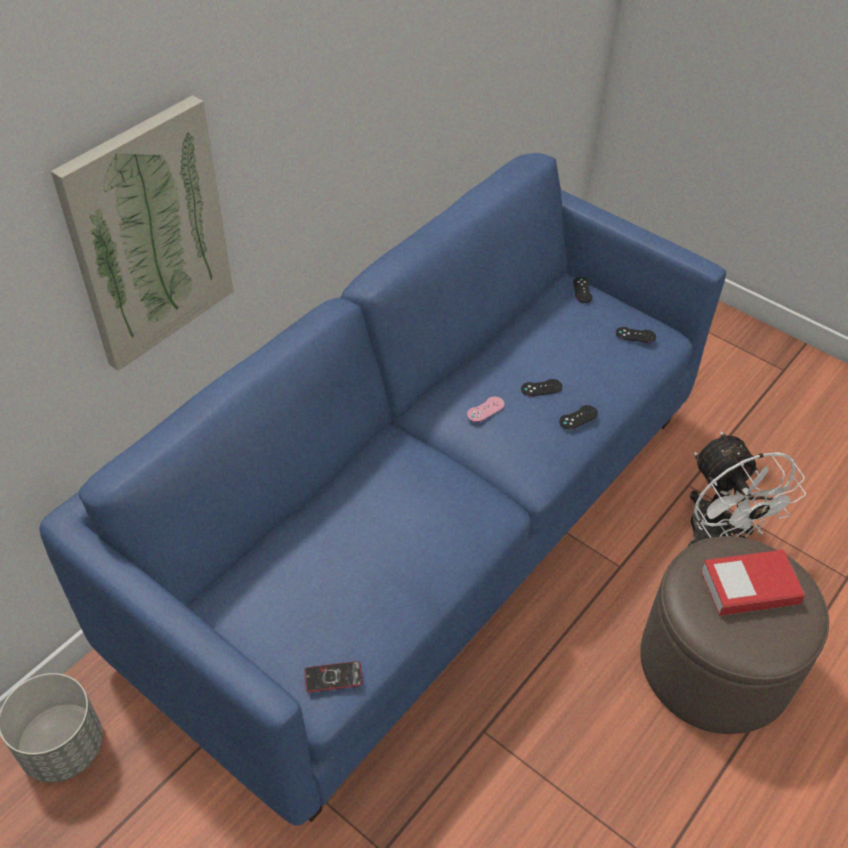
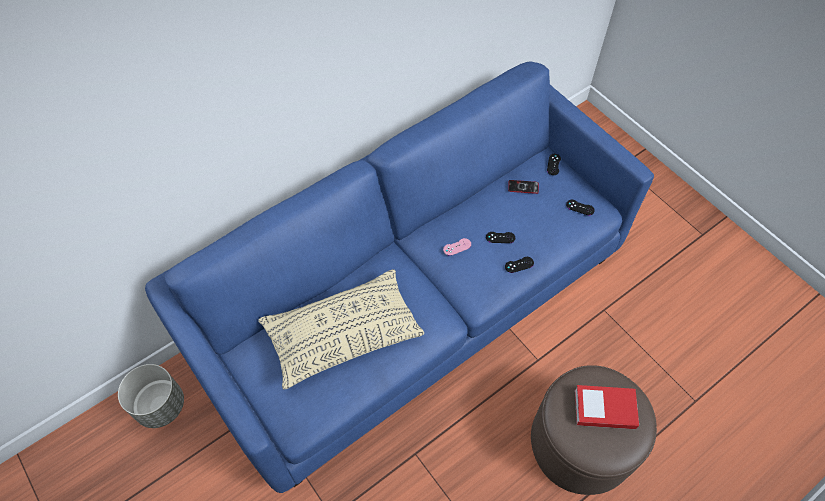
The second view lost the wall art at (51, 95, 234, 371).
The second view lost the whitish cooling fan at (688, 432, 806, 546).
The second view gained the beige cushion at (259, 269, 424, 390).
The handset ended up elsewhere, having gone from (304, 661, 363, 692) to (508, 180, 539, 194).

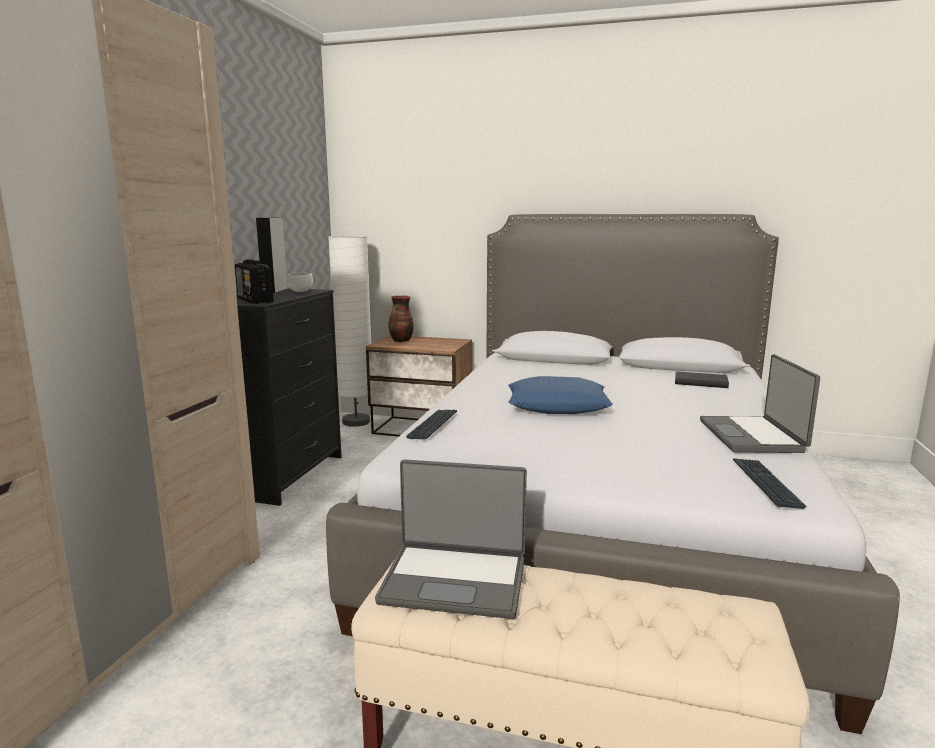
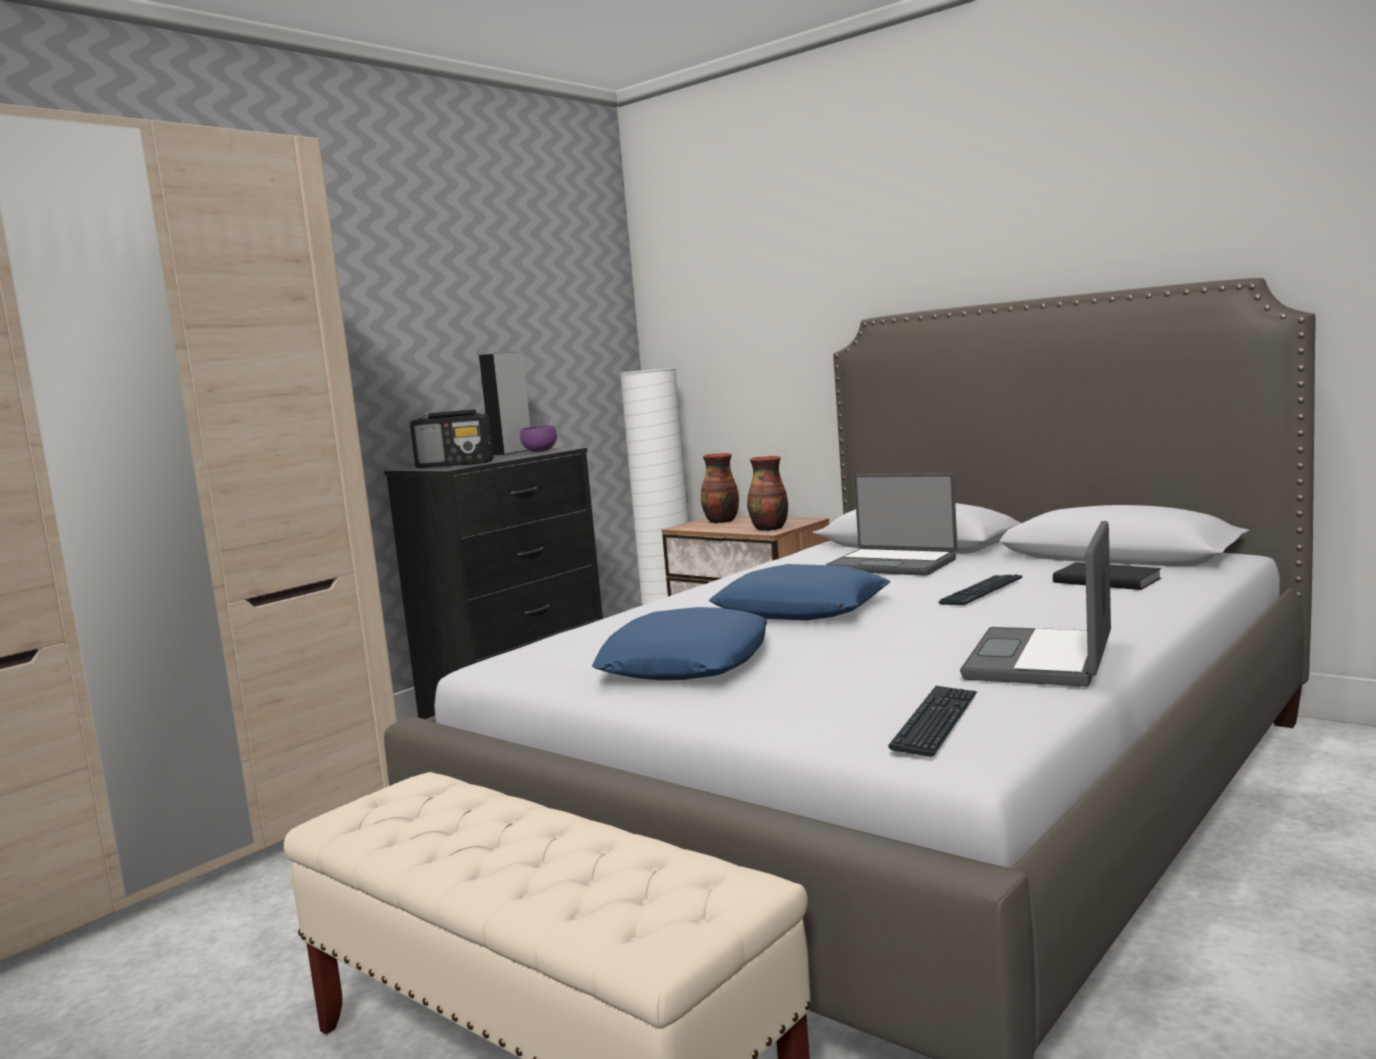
The second view gained the bluish cushion at (592, 607, 767, 680).
The second view gained the decorative vase at (747, 456, 788, 531).
The notebook computer ended up elsewhere, having gone from (375, 459, 527, 619) to (826, 473, 957, 576).
The computer keyboard ended up elsewhere, having gone from (406, 410, 457, 439) to (938, 574, 1022, 605).
What was the whitish serving bowl at (286, 273, 313, 292) turned into the purplish serving bowl at (520, 425, 557, 452).
The radio set at (235, 259, 274, 304) ended up facing another way, 75 degrees counterclockwise from before.

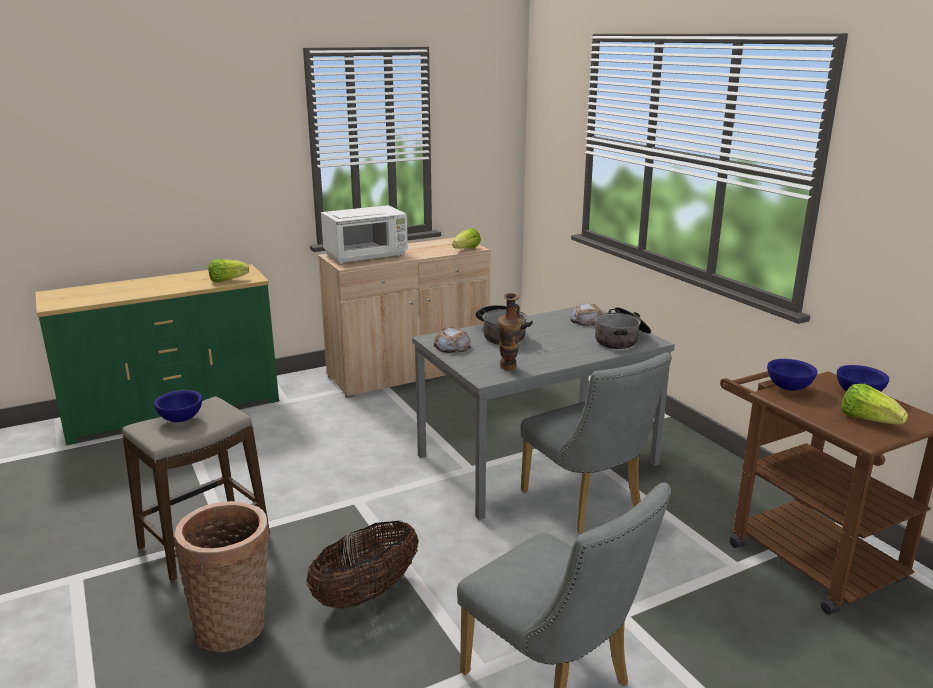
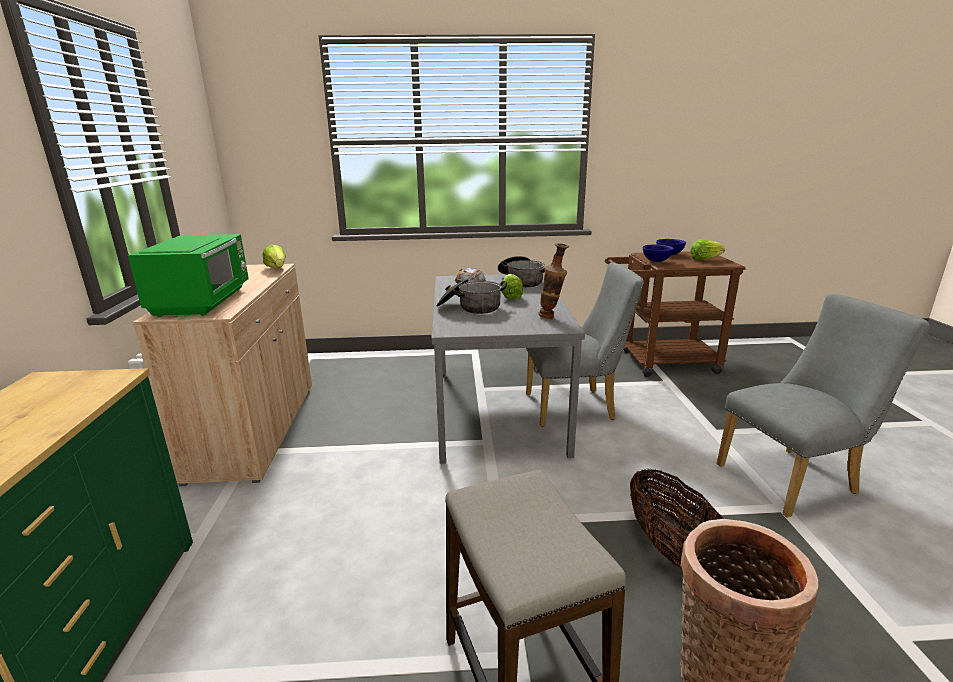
The second view lost the bluish serving bowl at (154, 390, 202, 422).
The second view lost the bread at (434, 327, 471, 353).
The head of lettuce ended up elsewhere, having gone from (208, 259, 249, 282) to (501, 274, 523, 300).
What was the whitish microwave at (321, 205, 408, 264) turned into the green-coloured microwave at (128, 234, 249, 317).

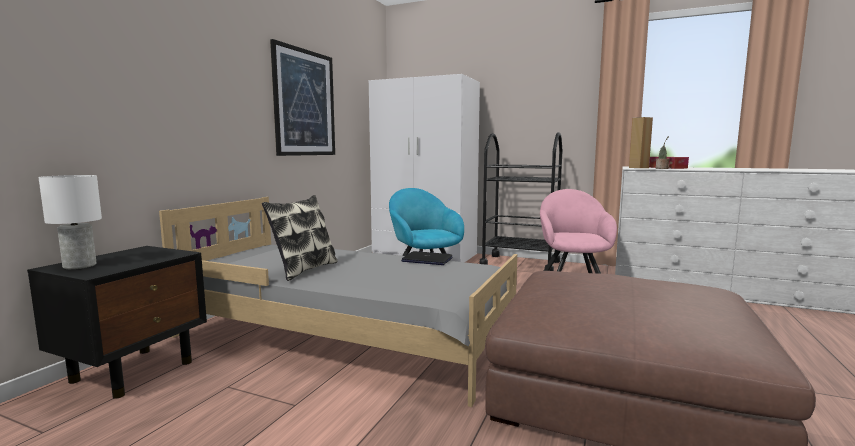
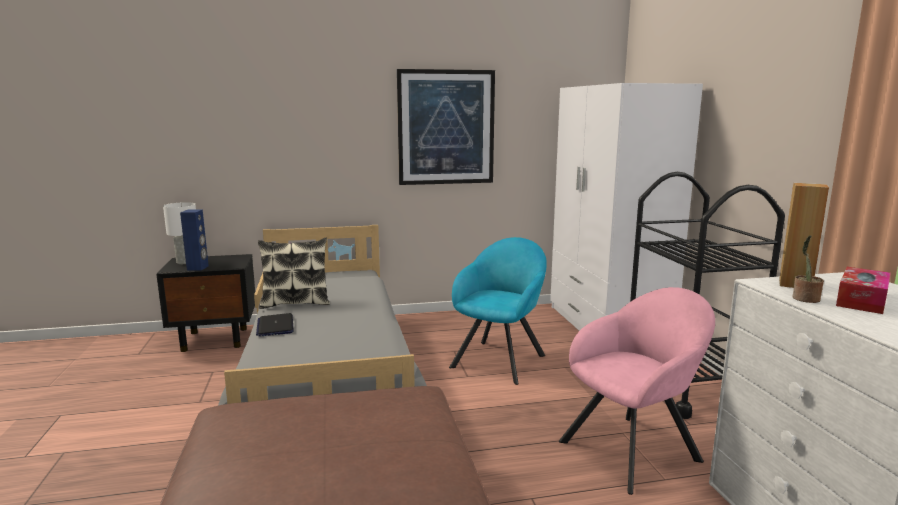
The second view gained the bluish audio speaker at (180, 210, 209, 270).
The notebook computer ended up elsewhere, having gone from (401, 251, 452, 265) to (256, 313, 294, 337).

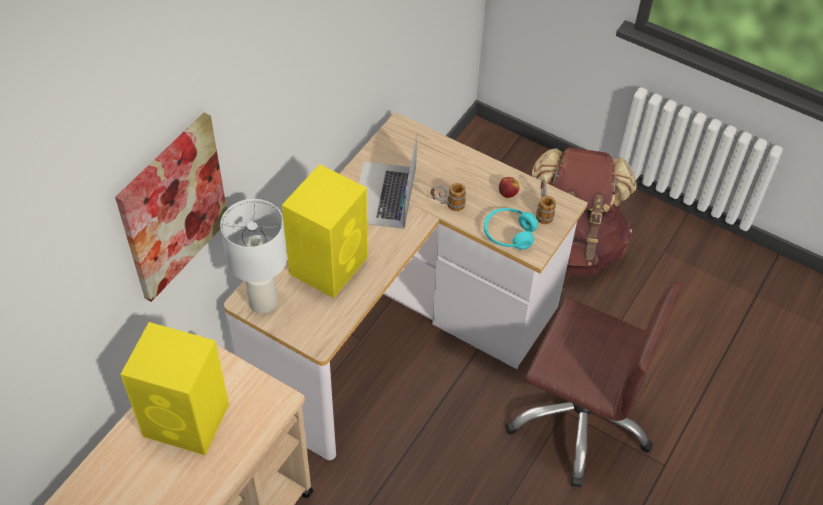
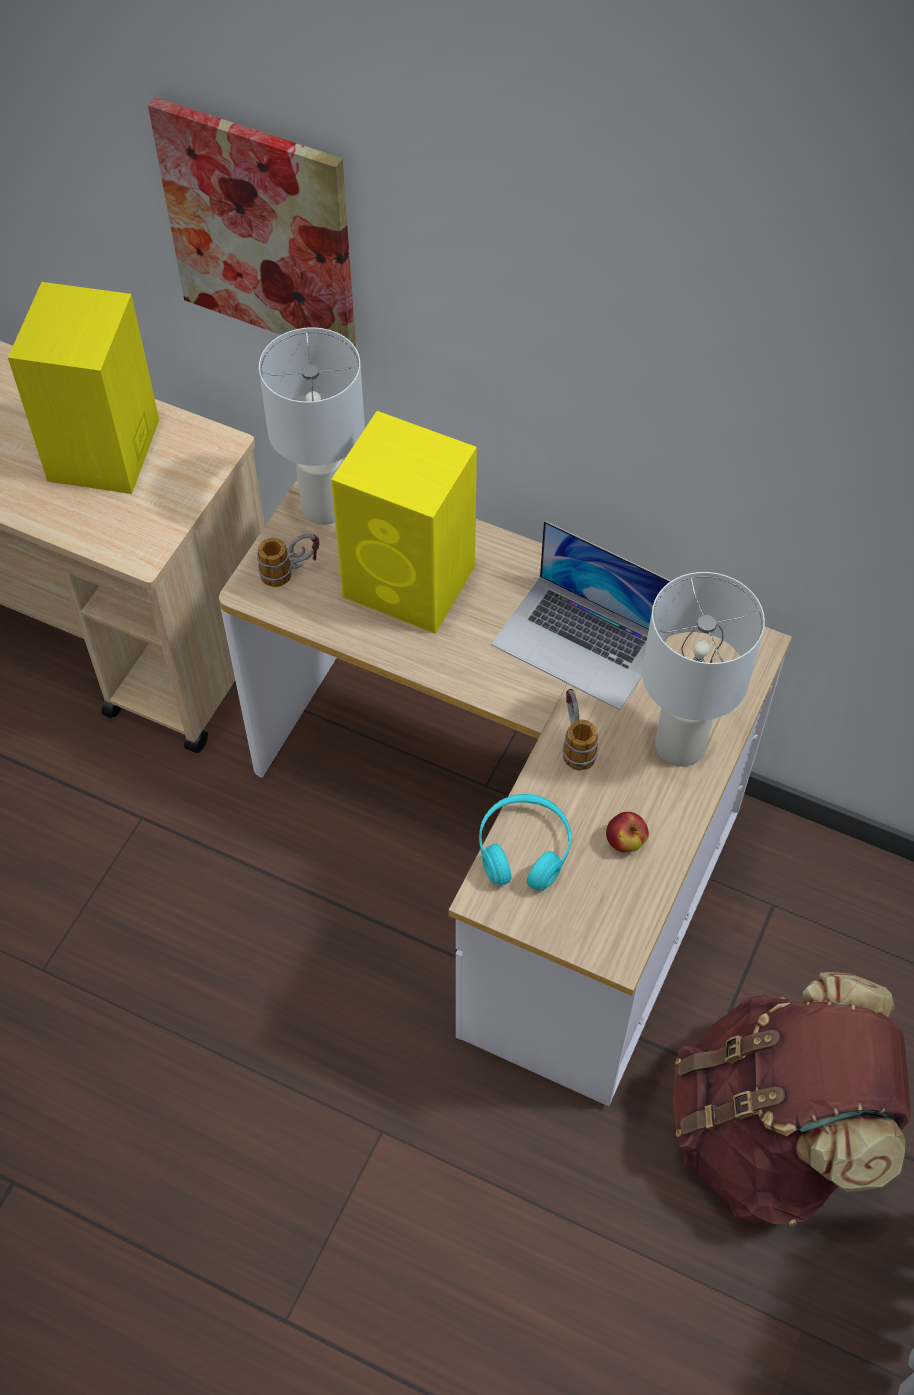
The second view lost the brown computer chair at (506, 282, 683, 487).
The second view gained the whitish table lamp at (642, 572, 765, 767).
The coffee mug ended up elsewhere, having gone from (536, 180, 556, 224) to (257, 534, 319, 587).
The notebook computer at (359, 134, 417, 229) ended up facing another way, 150 degrees counterclockwise from before.

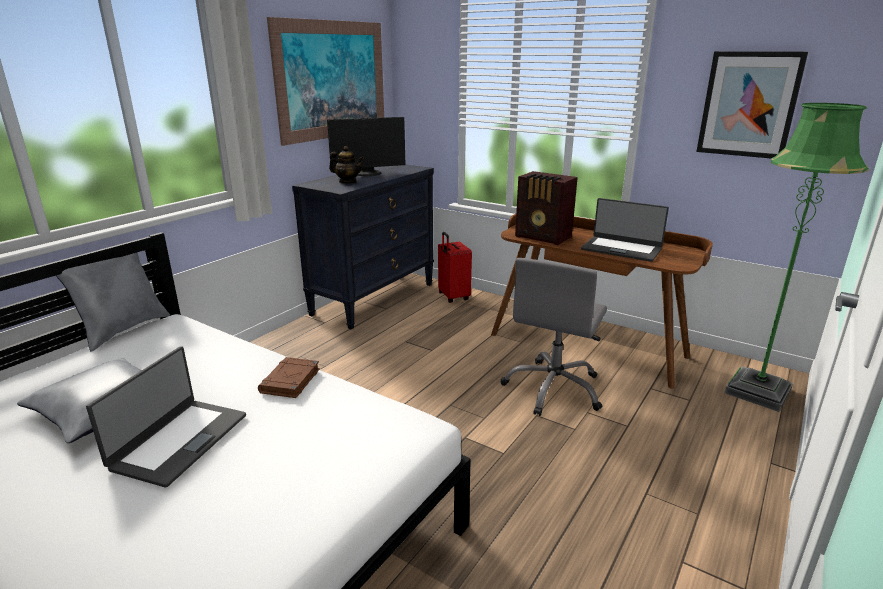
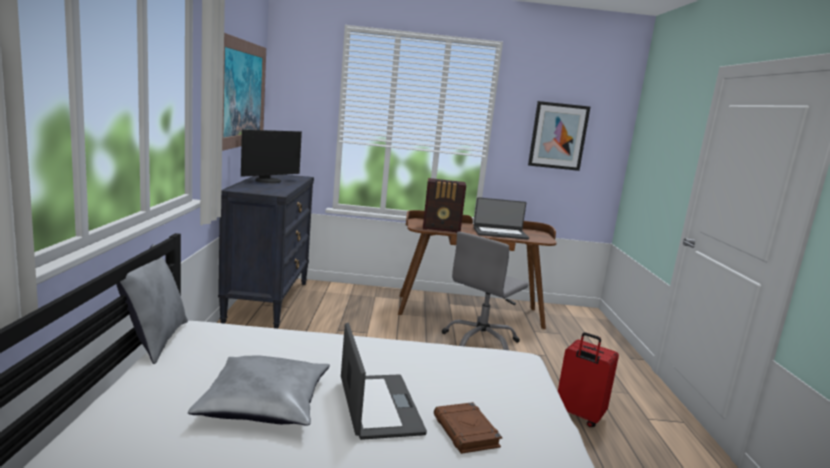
The second view lost the tea pot at (329, 146, 364, 183).
The second view lost the green-coloured floor lamp at (725, 103, 869, 412).
The brown book ended up elsewhere, having gone from (258, 357, 320, 398) to (434, 402, 502, 454).
The red-coloured travel case ended up elsewhere, having gone from (438, 232, 472, 303) to (558, 332, 619, 427).
The gray computer chair at (501, 258, 607, 416) ended up facing another way, 45 degrees clockwise from before.

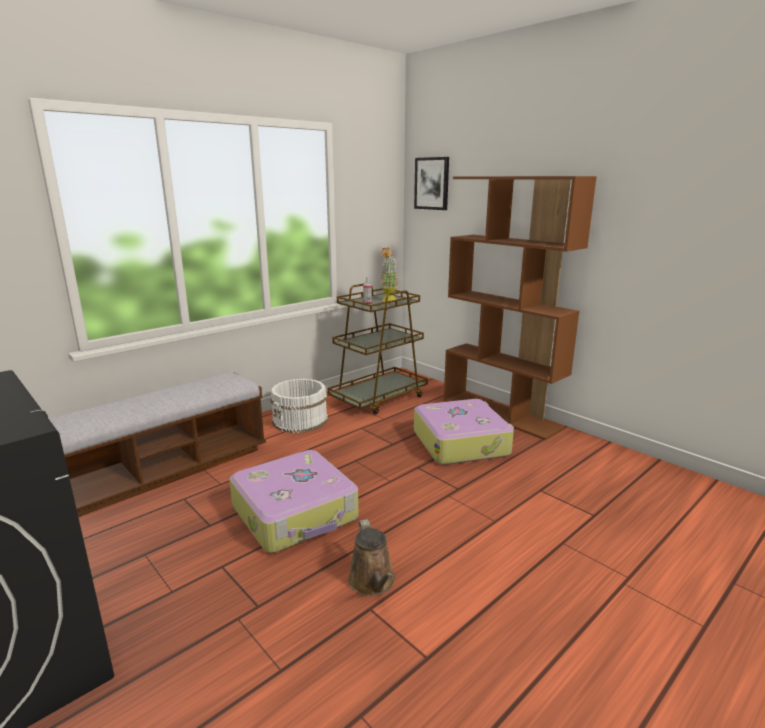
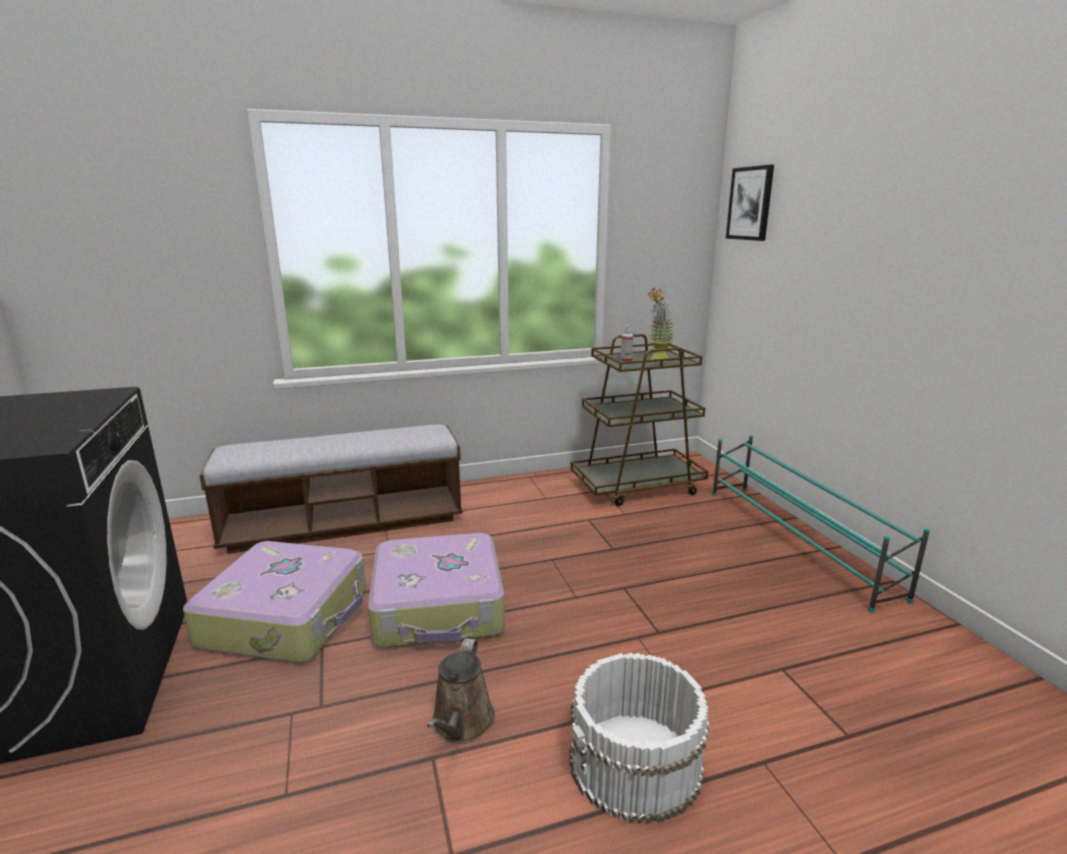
The whitish bucket ended up elsewhere, having gone from (270, 379, 328, 433) to (569, 653, 710, 824).
The travel case ended up elsewhere, having gone from (414, 399, 514, 465) to (183, 541, 366, 662).
Where the brown bookcase stood at (444, 176, 597, 440), the turquoise shoe shelf came to stand at (712, 435, 930, 613).

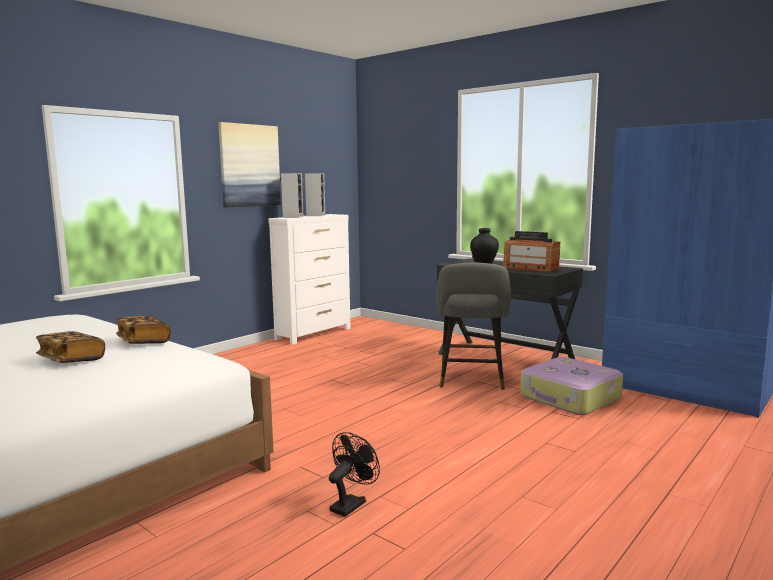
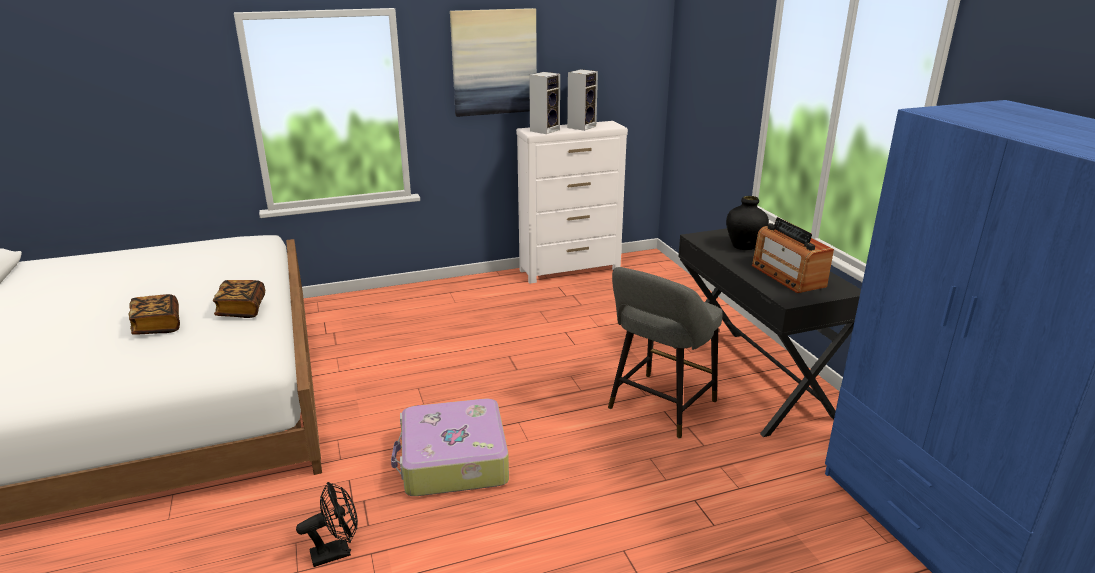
The travel case ended up elsewhere, having gone from (520, 357, 623, 415) to (391, 399, 509, 496).

